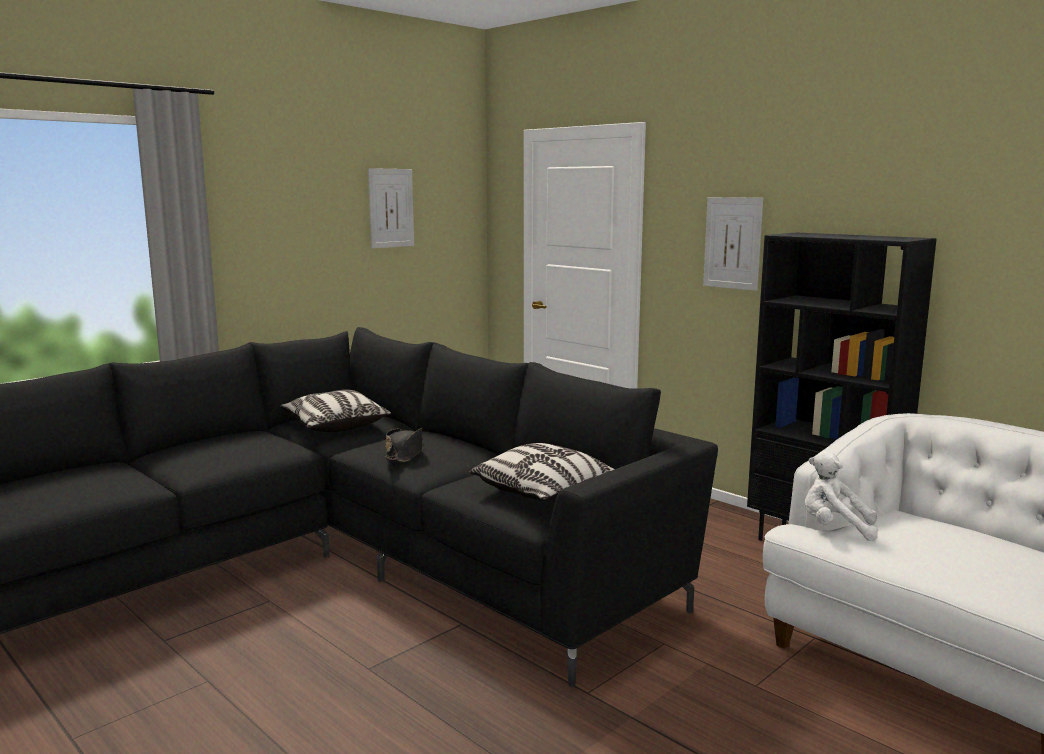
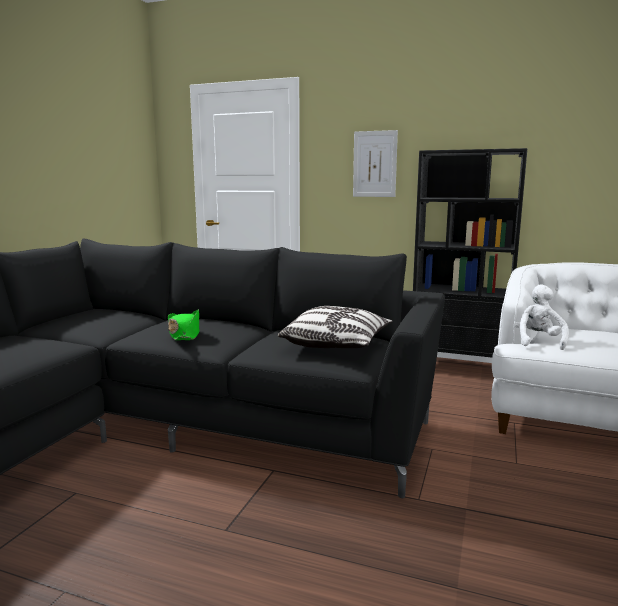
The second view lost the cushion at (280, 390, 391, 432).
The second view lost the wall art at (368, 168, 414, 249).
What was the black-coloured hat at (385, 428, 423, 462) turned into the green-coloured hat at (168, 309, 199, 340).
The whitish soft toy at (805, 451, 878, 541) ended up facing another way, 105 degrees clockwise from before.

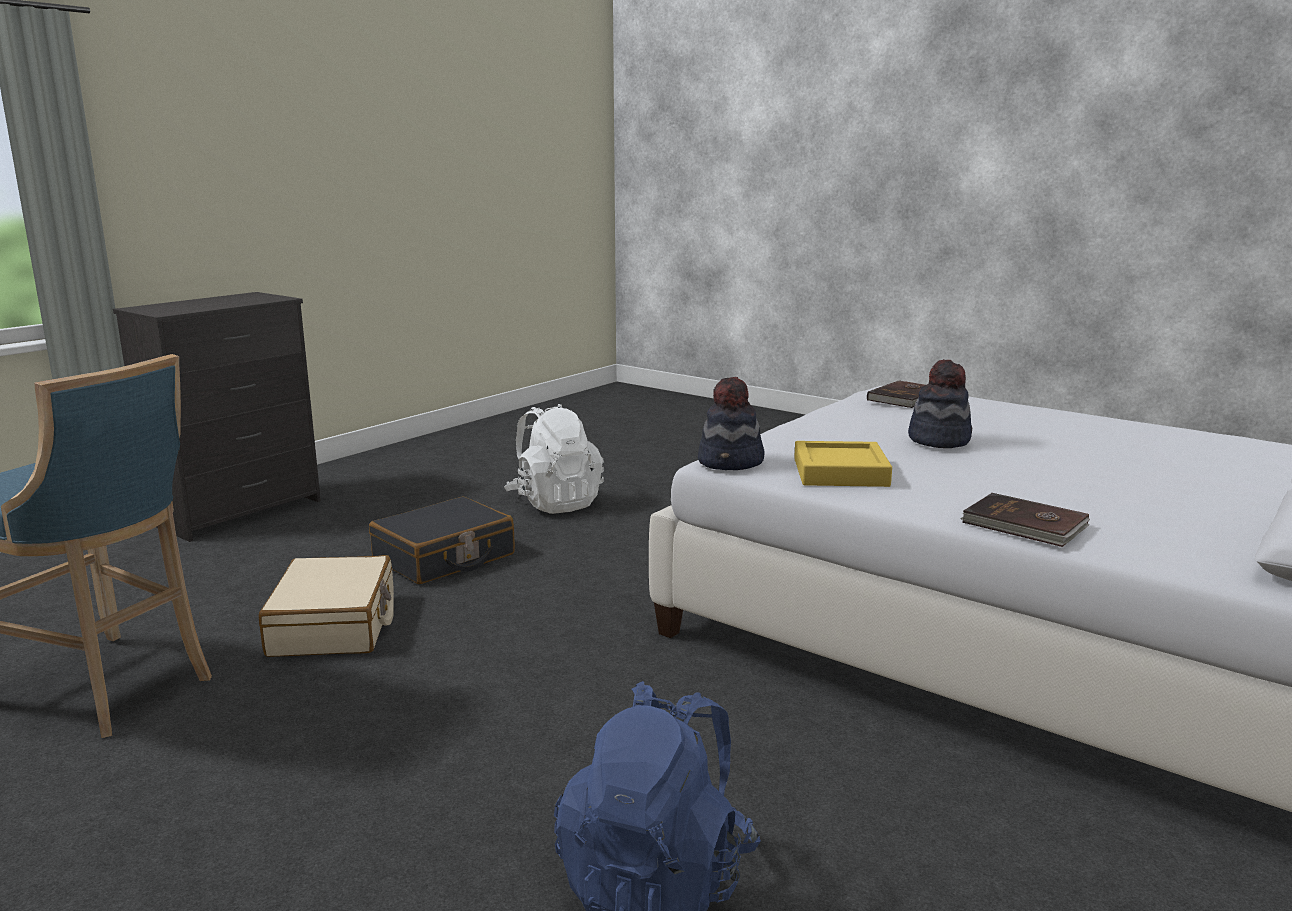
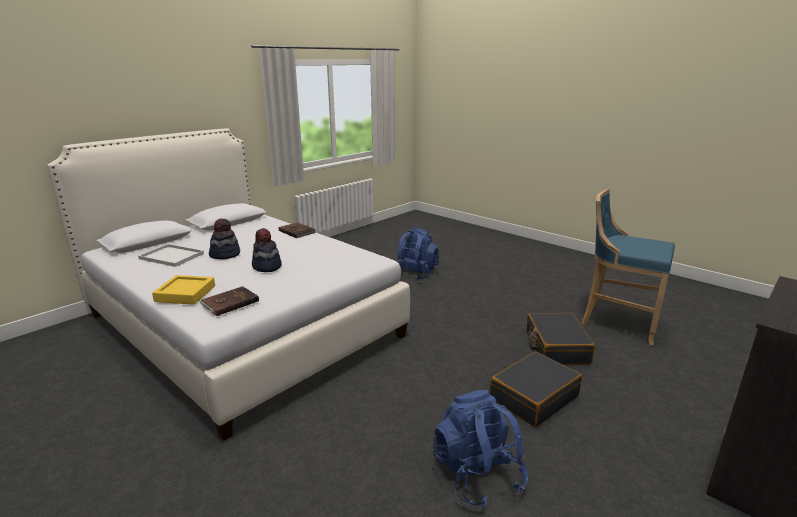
The second view gained the whitish carrying tray at (138, 244, 204, 267).
The hat ended up elsewhere, having gone from (698, 377, 765, 470) to (209, 218, 240, 259).
The yellow-coloured carrying tray ended up elsewhere, having gone from (794, 441, 892, 487) to (152, 275, 215, 305).
What was the beige travel case at (259, 555, 394, 657) turned into the black-coloured travel case at (527, 313, 595, 365).
What was the whitish knapsack at (504, 404, 604, 514) turned into the bluish knapsack at (433, 390, 528, 507).

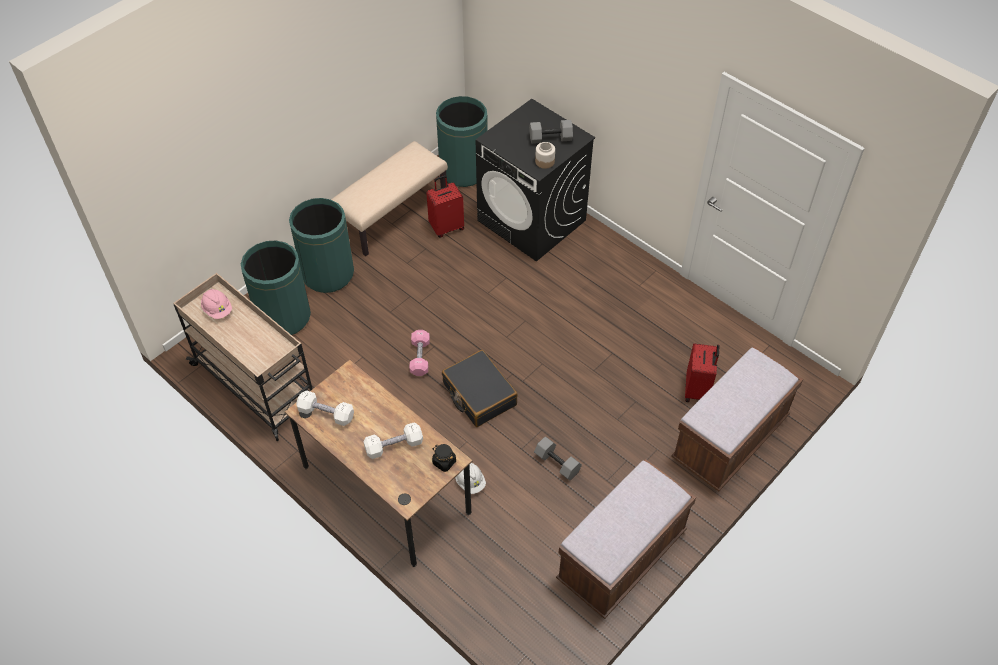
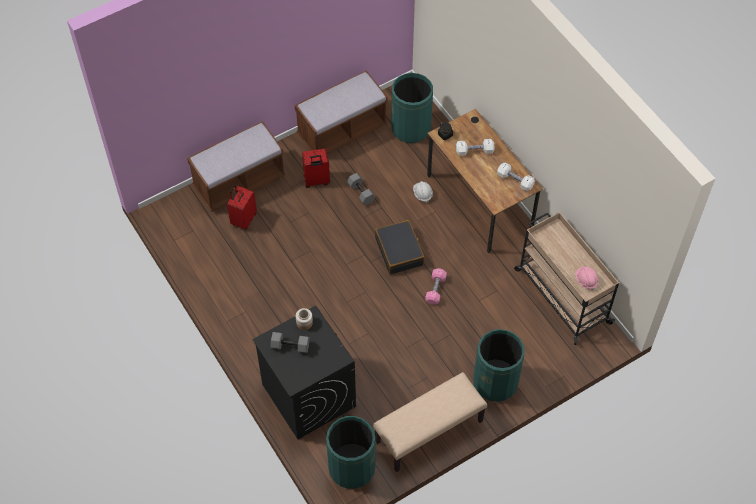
The green-coloured rubbish bin ended up elsewhere, having gone from (241, 240, 311, 335) to (391, 73, 433, 143).
The red-coloured travel case ended up elsewhere, having gone from (426, 175, 464, 237) to (302, 149, 330, 188).

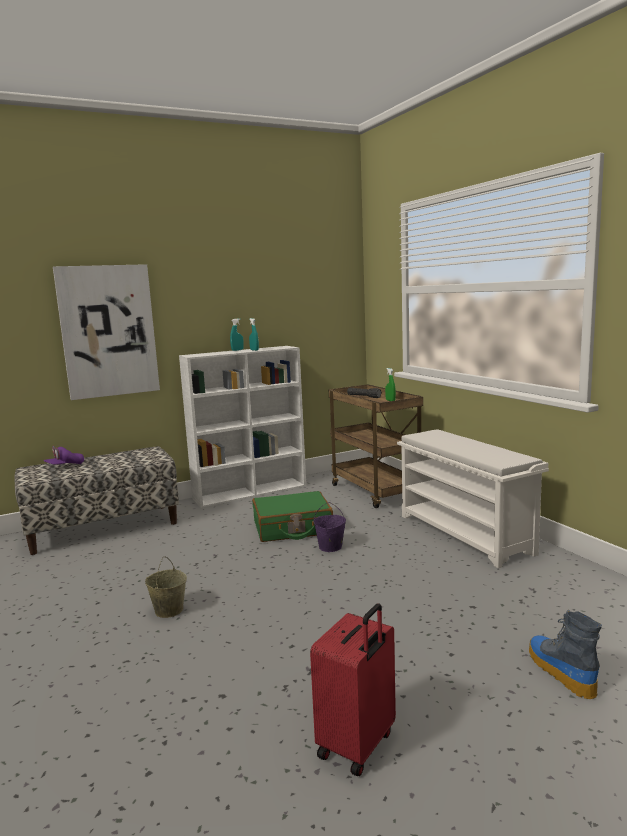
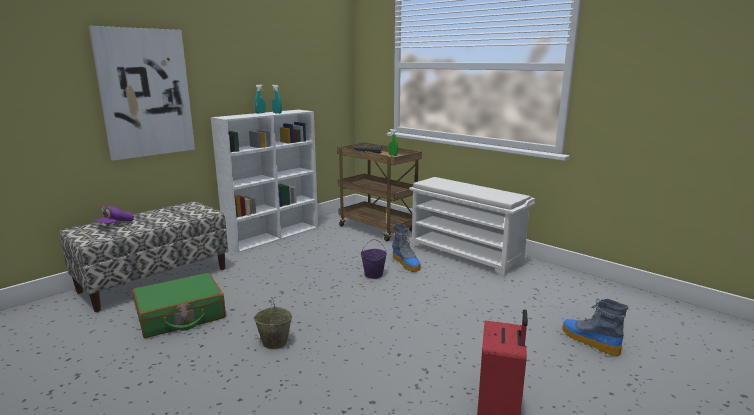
The second view gained the high-top boot at (392, 224, 421, 272).
The green-coloured travel case ended up elsewhere, having gone from (252, 491, 333, 542) to (133, 273, 226, 338).

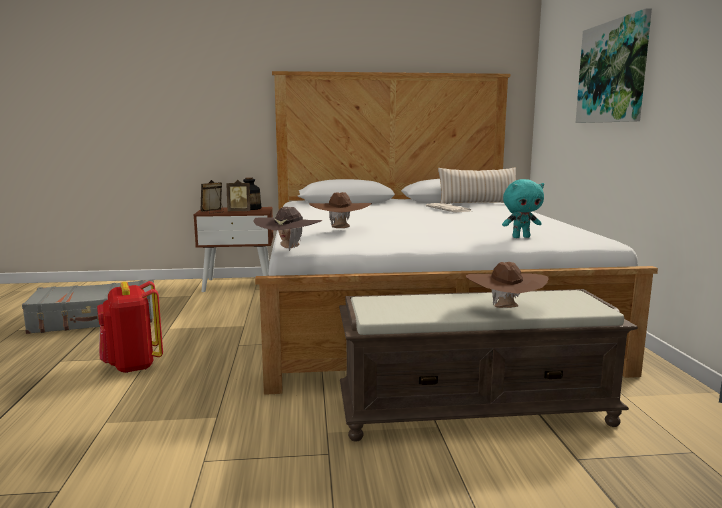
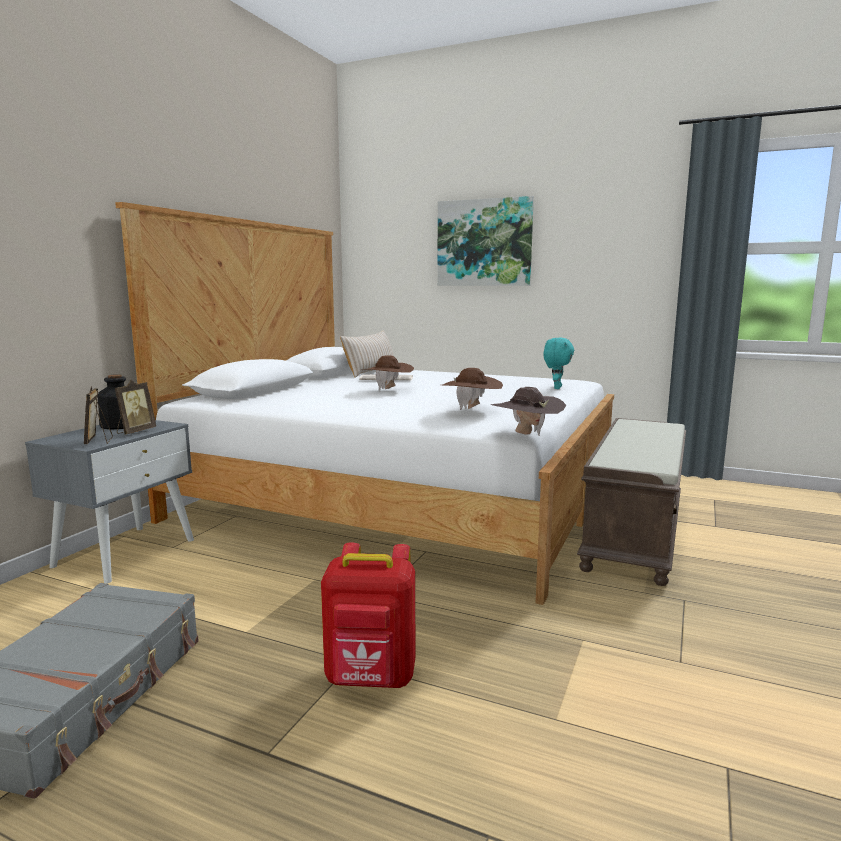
The brown hat ended up elsewhere, having gone from (466, 262, 548, 308) to (364, 355, 414, 390).
What was the brown night table at (193, 207, 274, 292) turned into the gray night table at (25, 420, 194, 583).

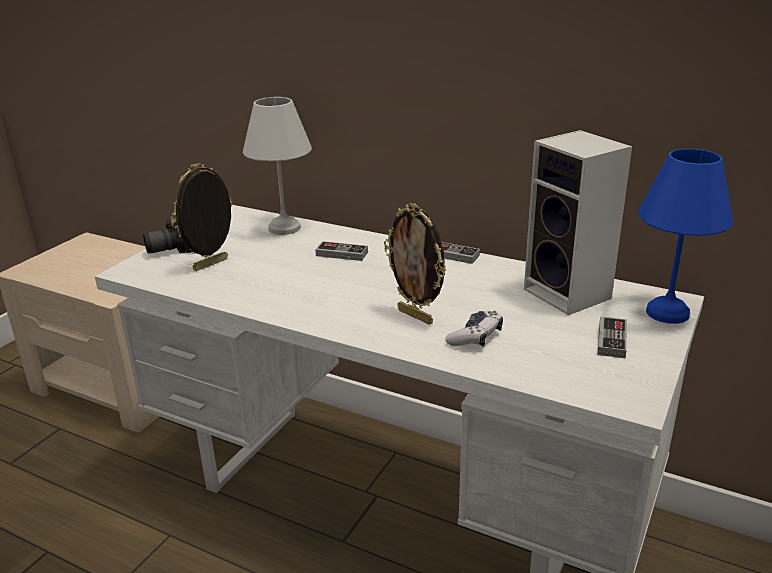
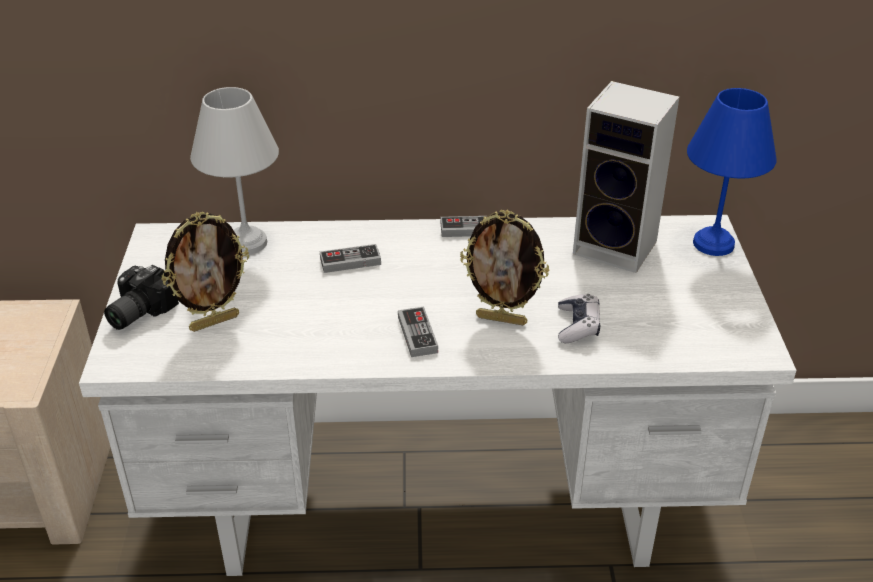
The game controller ended up elsewhere, having gone from (597, 316, 627, 358) to (398, 307, 438, 357).
The picture frame at (171, 163, 232, 271) ended up facing another way, 135 degrees counterclockwise from before.

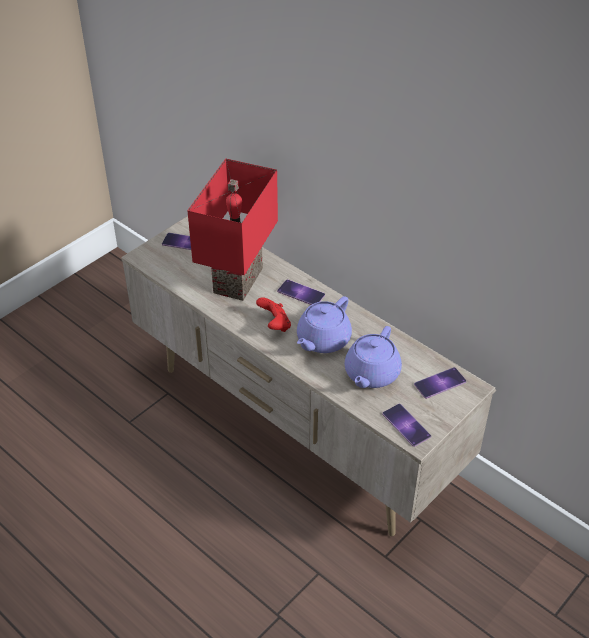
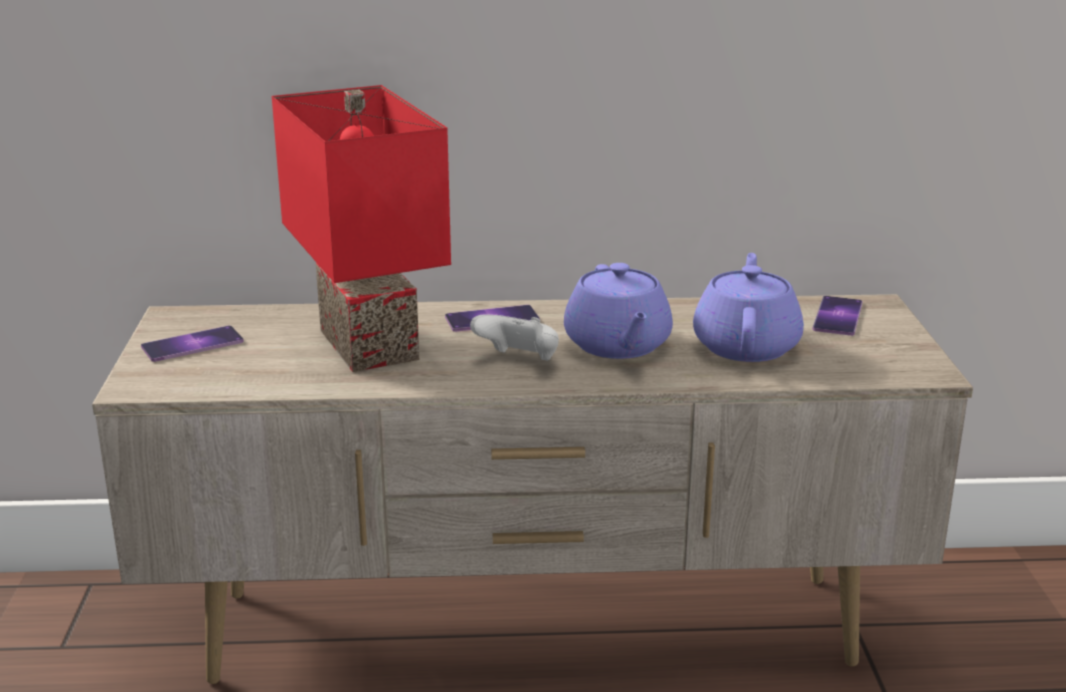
The second view lost the handset at (382, 404, 431, 447).
What was the red-coloured game controller at (256, 297, 291, 332) turned into the whitish game controller at (470, 315, 559, 361).
The purplish tea pot at (345, 326, 402, 388) ended up facing another way, 150 degrees counterclockwise from before.

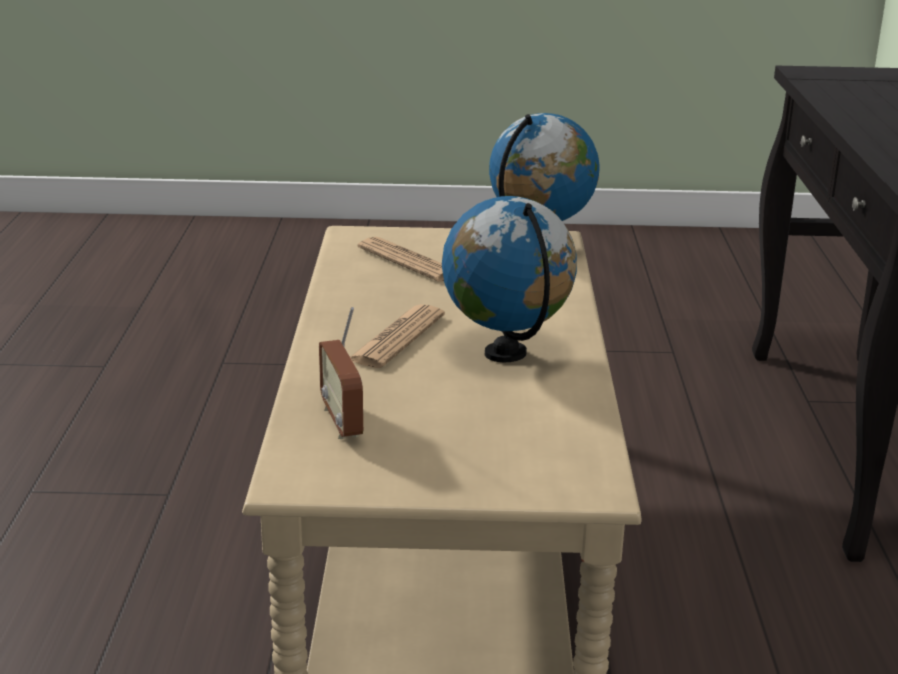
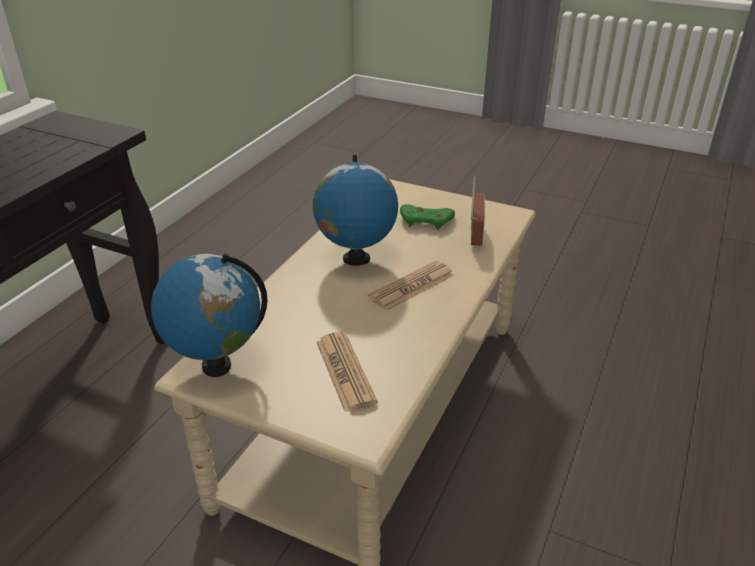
The second view gained the green-coloured game controller at (400, 204, 455, 230).

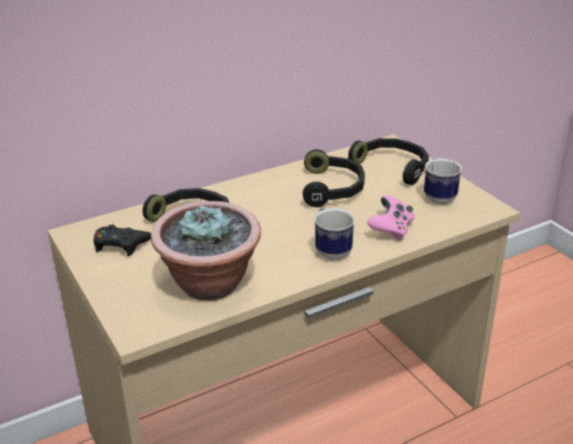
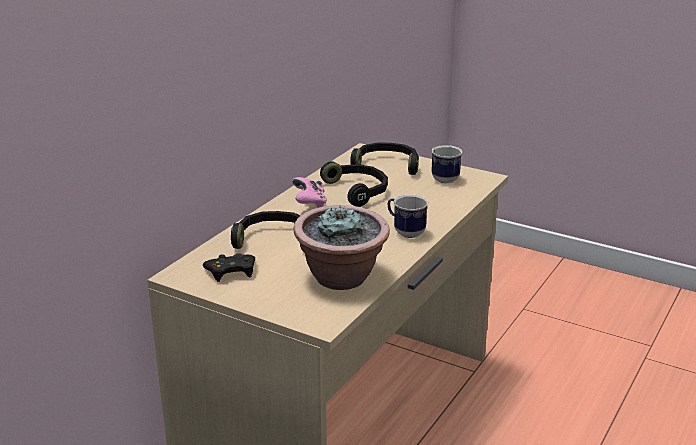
The pinkish game controller ended up elsewhere, having gone from (367, 195, 414, 240) to (292, 177, 327, 208).

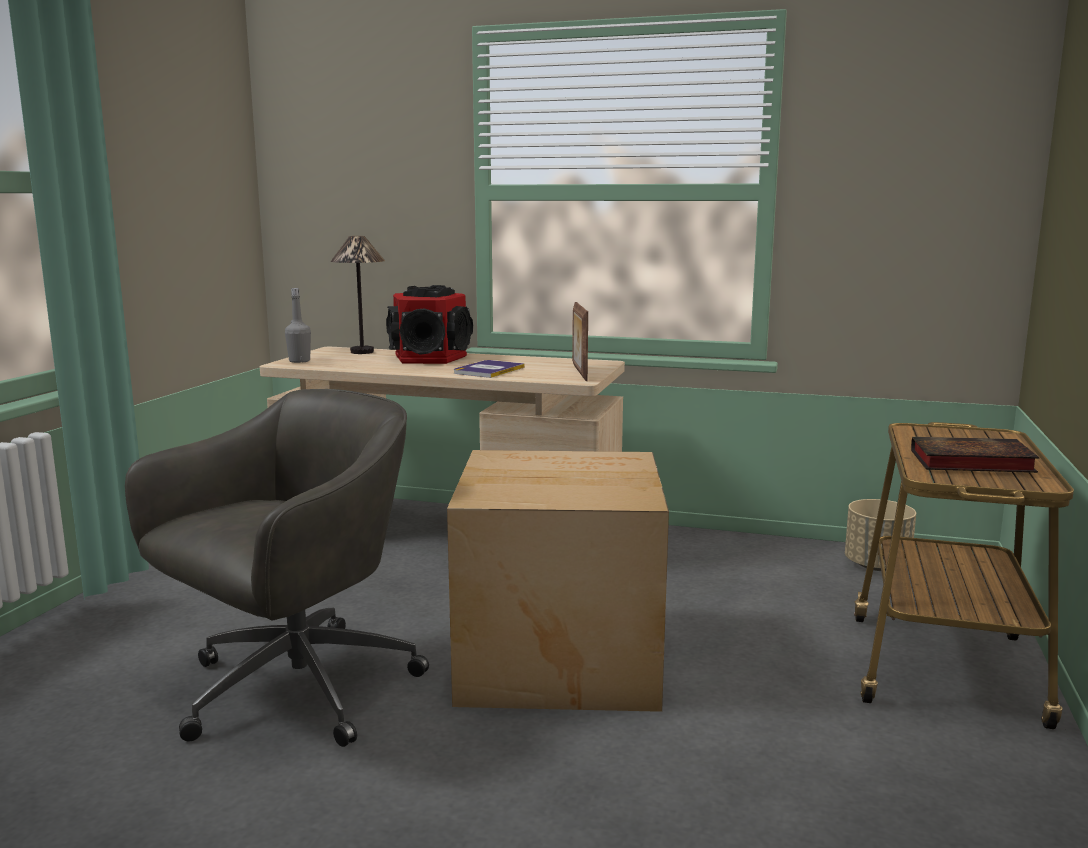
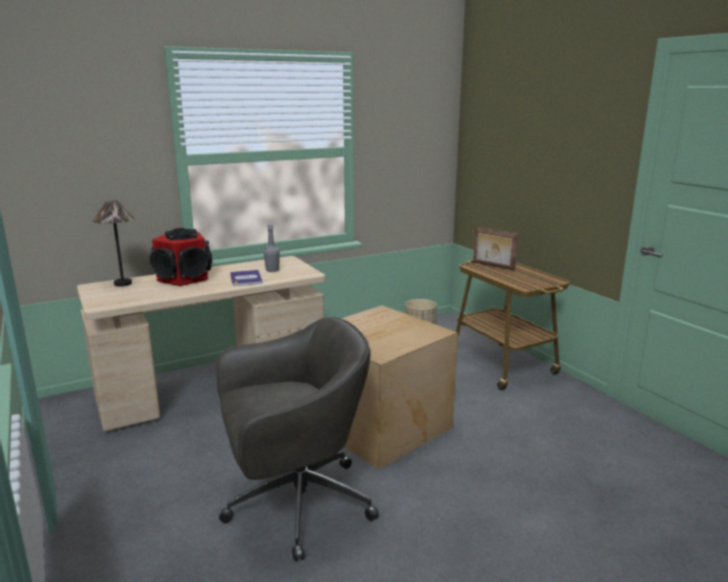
The second view lost the book at (911, 437, 1039, 473).
The gray bottle ended up elsewhere, having gone from (285, 288, 311, 363) to (263, 224, 280, 272).
The picture frame ended up elsewhere, having gone from (572, 302, 588, 381) to (473, 227, 518, 271).
The gray computer chair at (125, 389, 429, 747) ended up facing another way, 75 degrees clockwise from before.

